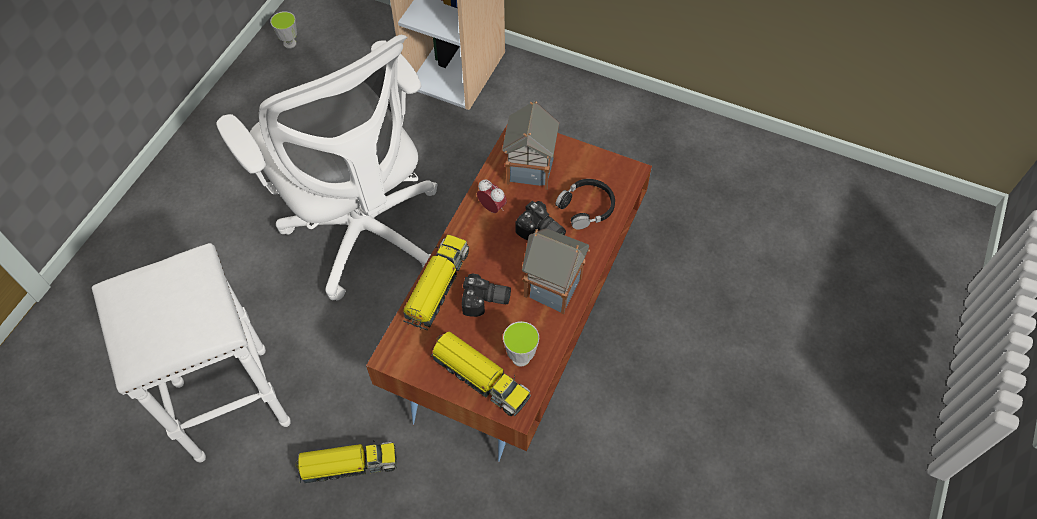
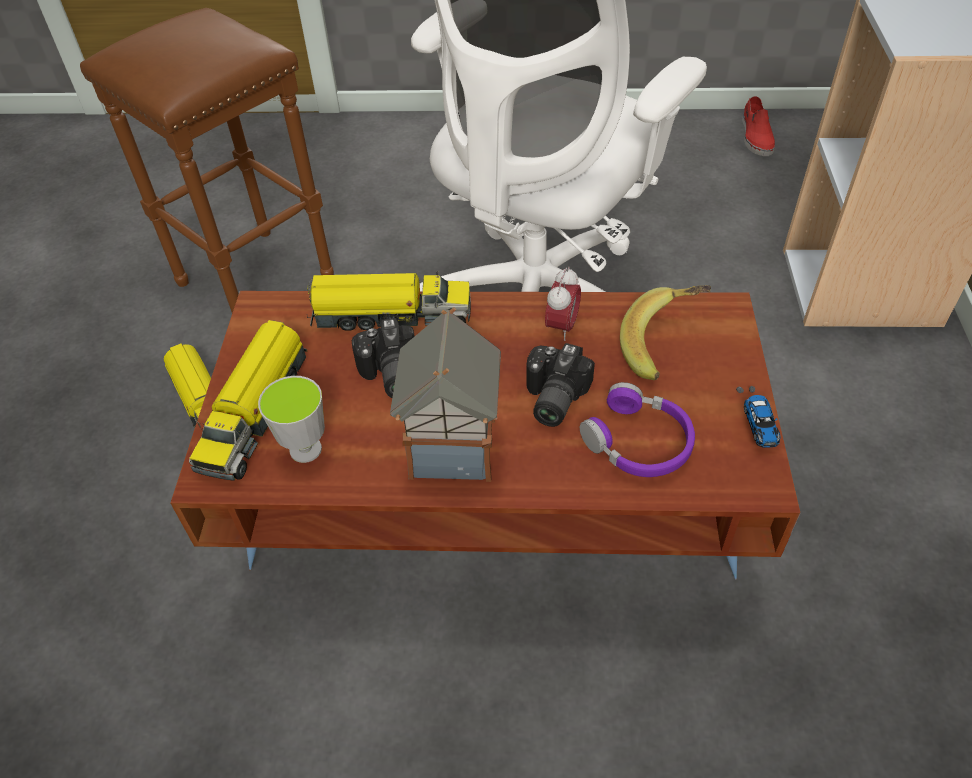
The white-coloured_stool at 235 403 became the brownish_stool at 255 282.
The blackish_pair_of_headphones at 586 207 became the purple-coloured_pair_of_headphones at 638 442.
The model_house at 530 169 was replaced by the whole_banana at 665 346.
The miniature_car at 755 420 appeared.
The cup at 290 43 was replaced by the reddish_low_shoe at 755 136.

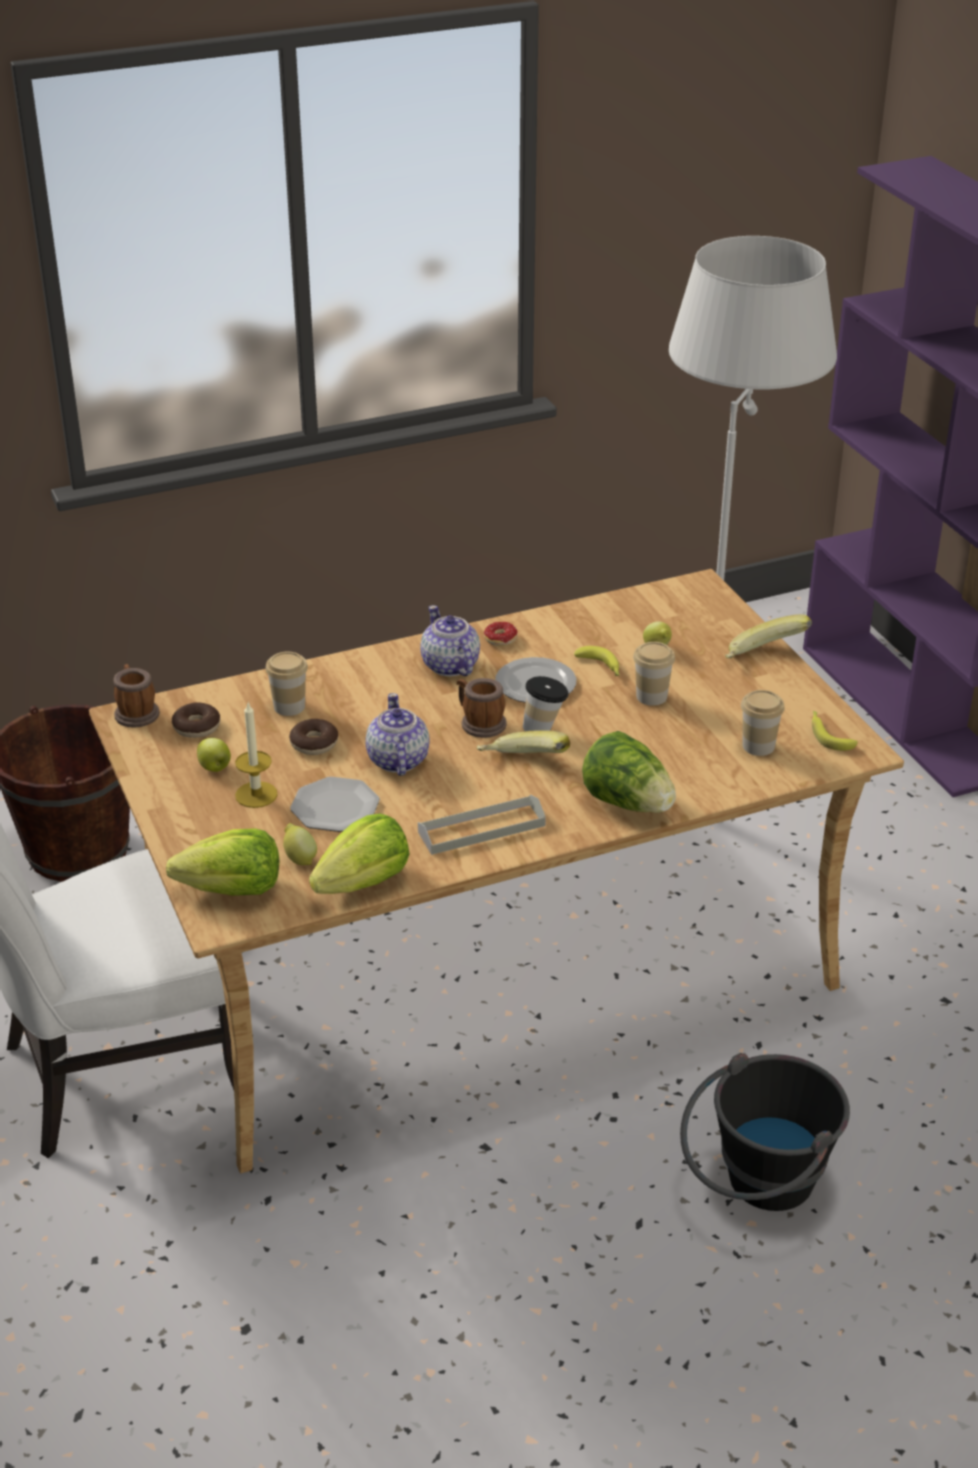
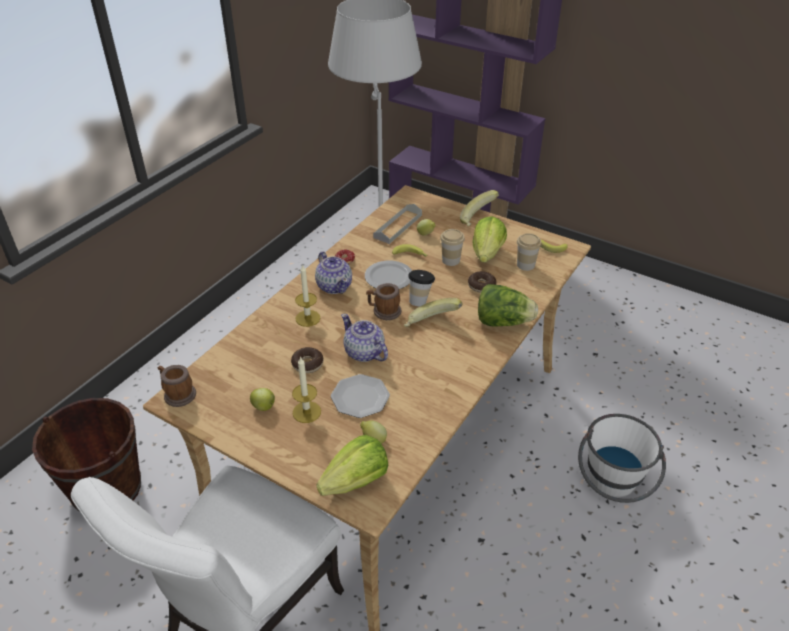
The wax_candle at 308 318 appeared.
The tea_pot at 450 666 turned 150 degrees counterclockwise.
The gray_tray moved from 481 829 to 398 226.
The doughnut moved from 196 727 to 481 286.
The lettuce moved from 364 883 to 487 253.
The blackish_water_bucket at 757 1187 became the white-coloured_water_bucket at 612 486.
The cup at 289 706 disappeared.

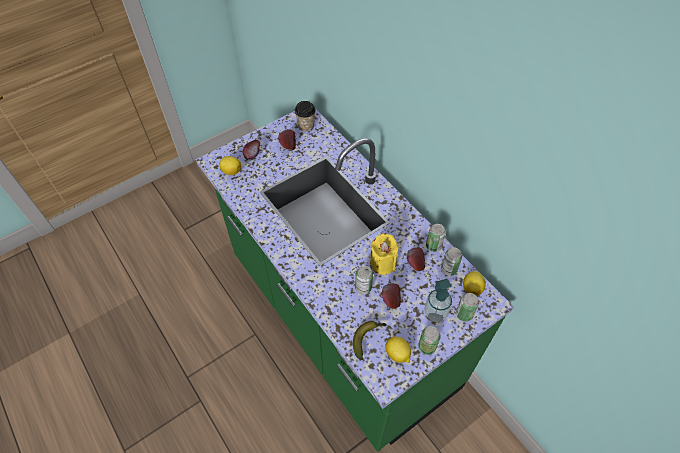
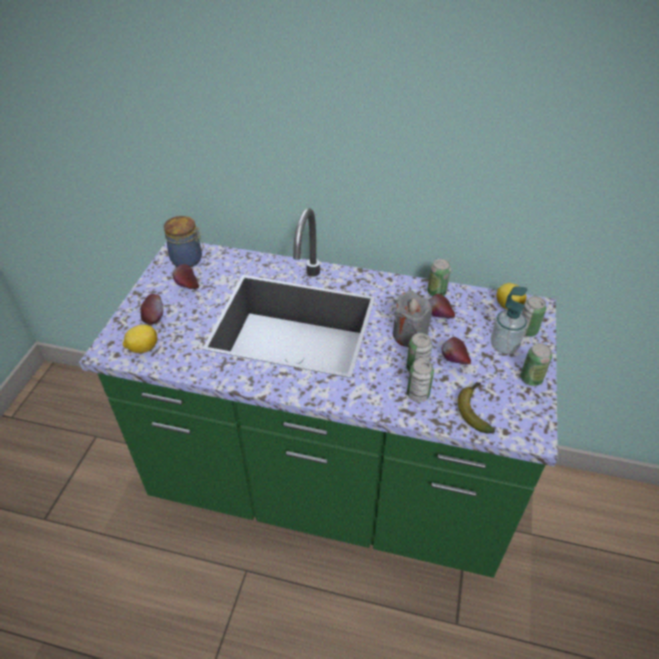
The cup at 306 126 was replaced by the storage_jar at 188 259.
The yellow_wax_candle at 382 263 became the gray_wax_candle at 409 335.
The sealed_can moved from 448 269 to 417 394.
The citrus_fruit at 397 354 disappeared.

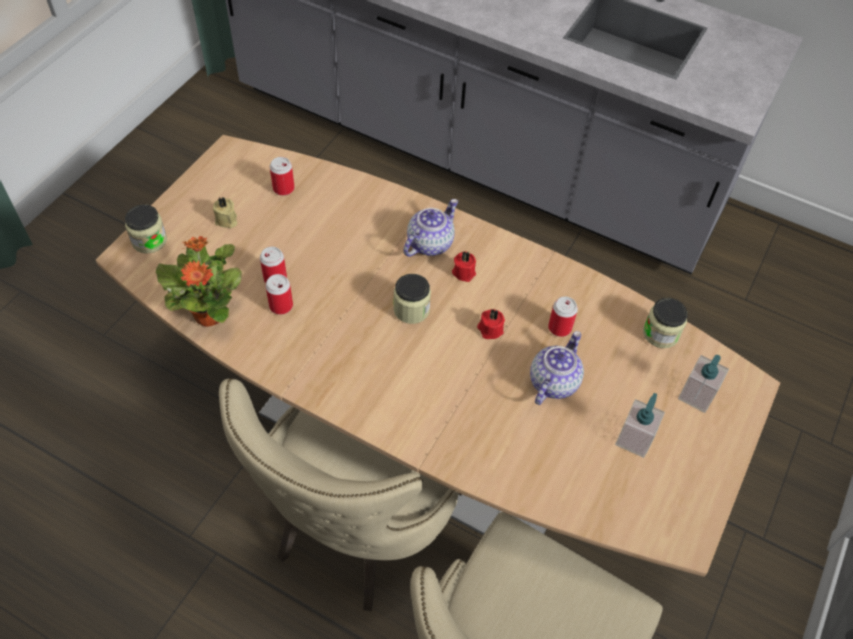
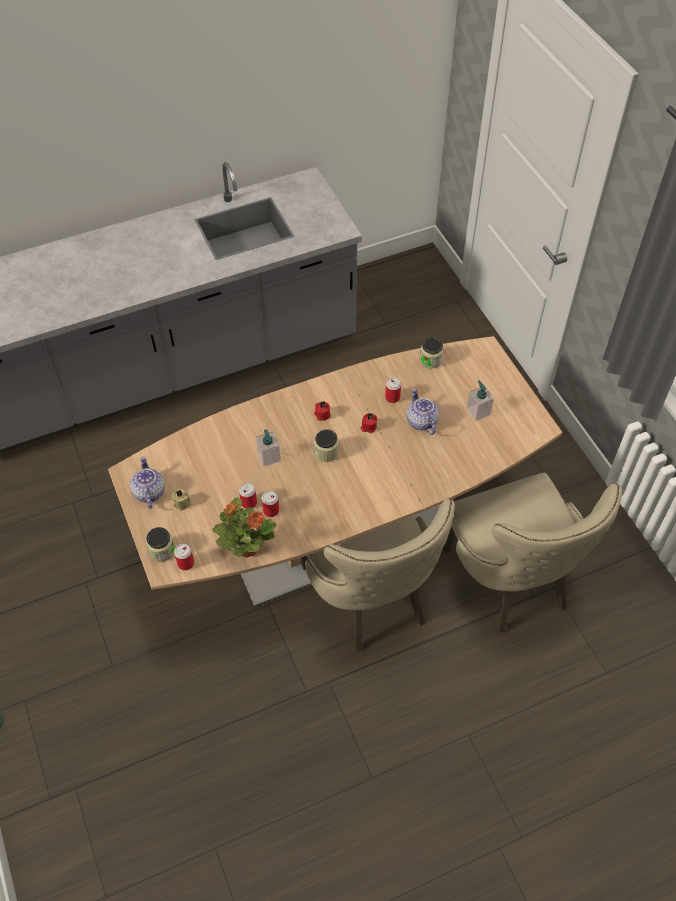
The tea_pot moved from 429 243 to 149 492.
The sealed_can moved from 283 188 to 186 563.
The soap_dispenser moved from 696 395 to 269 457.

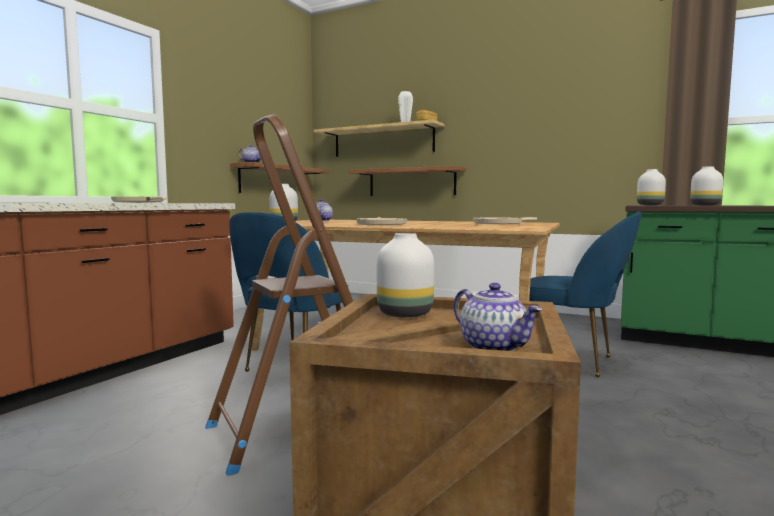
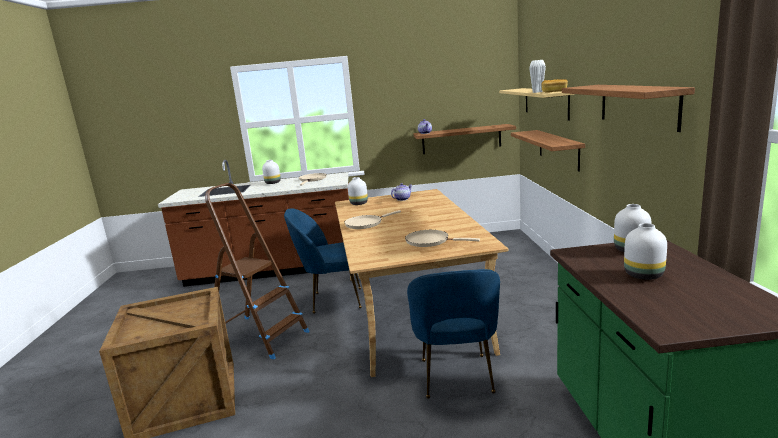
The white-coloured_decorative_vase moved from 405 314 to 273 183.
The bracket_shelf at 637 105 appeared.
The tea_pot at 495 347 disappeared.

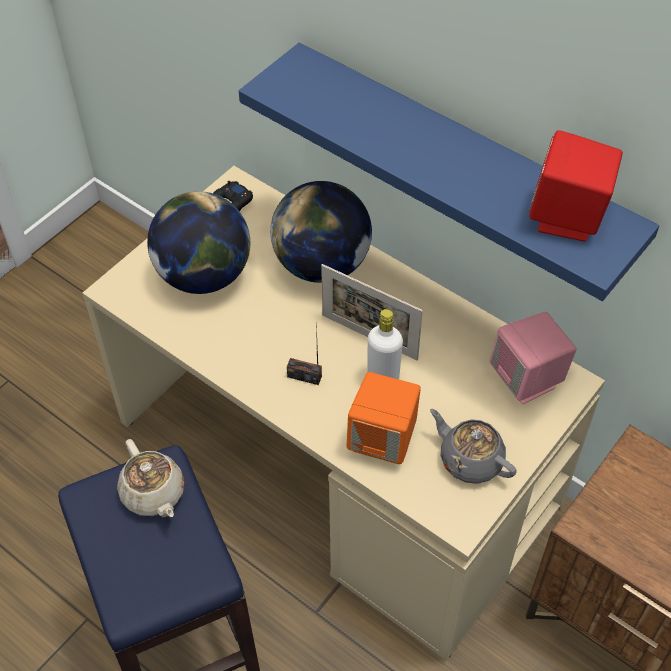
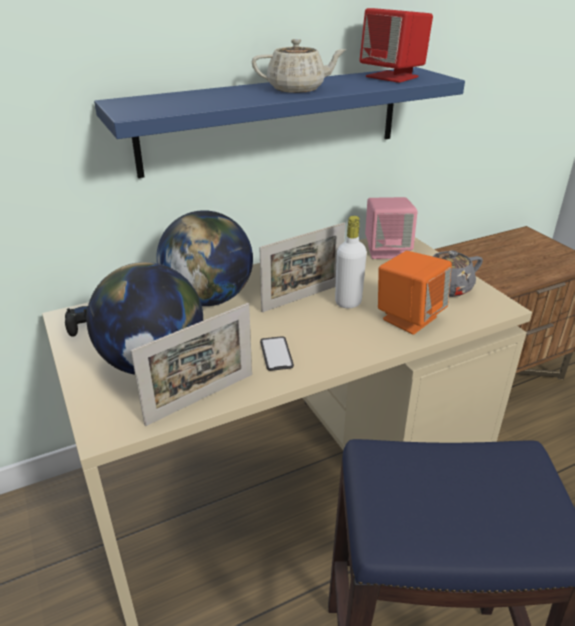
The photo_frame at 201 398 appeared.
The beige_tea_pot moved from 153 494 to 297 89.
The telephone at 276 354 appeared.
The radio_set at 304 376 disappeared.

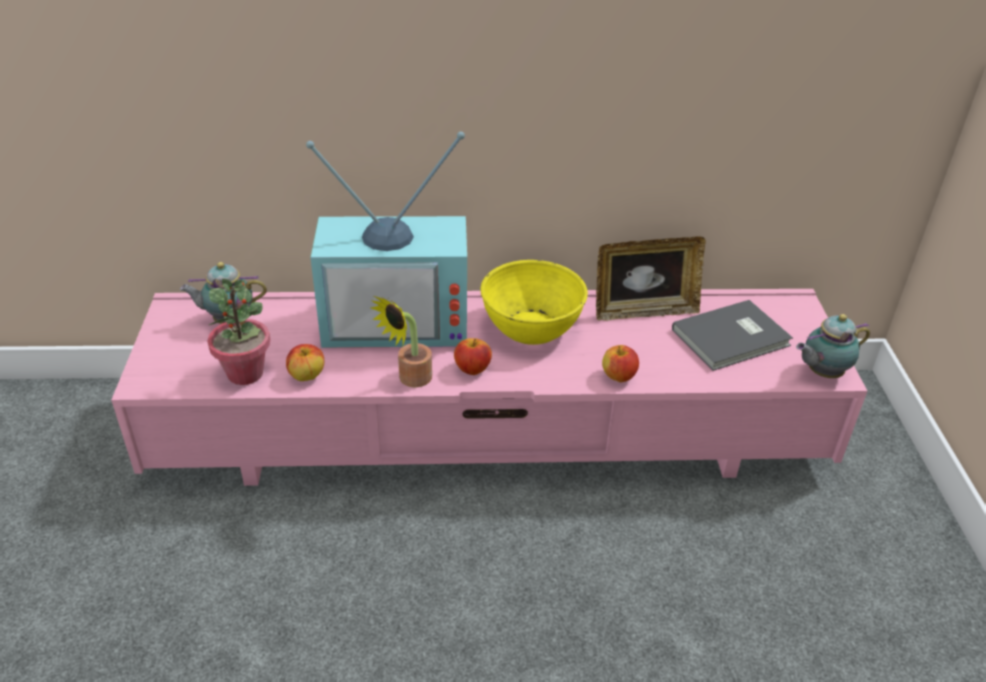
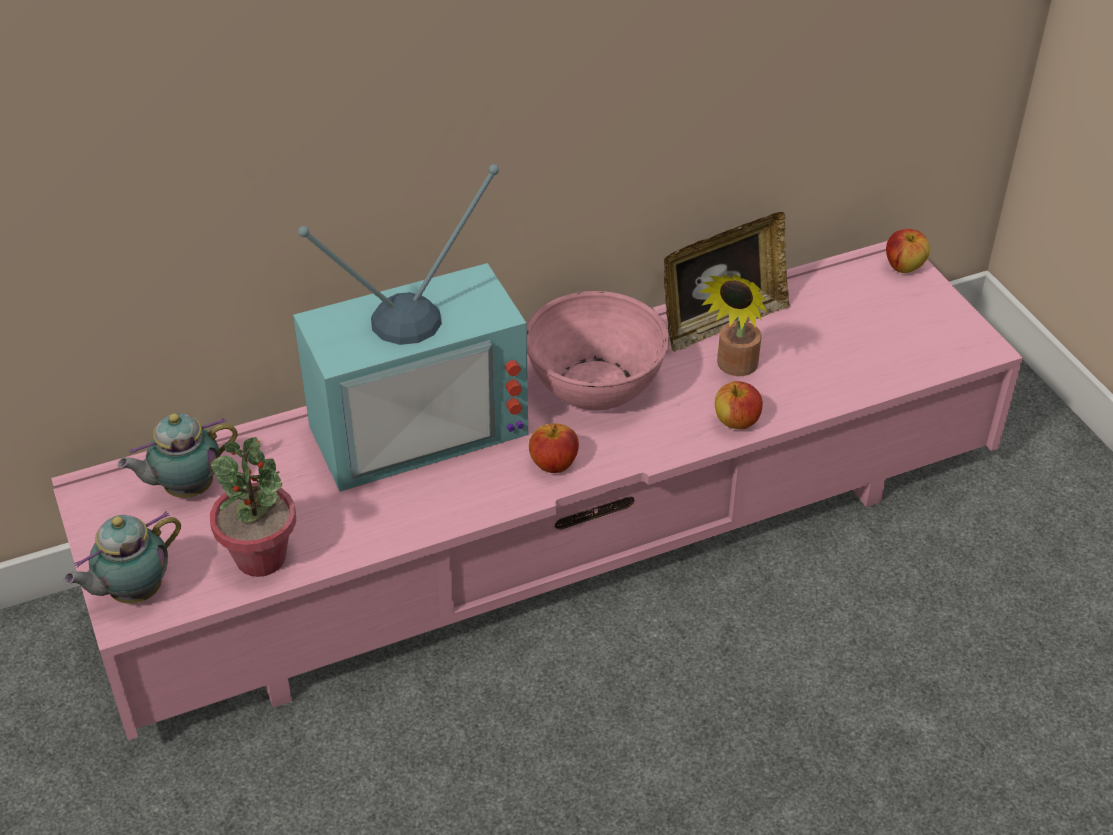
The tea_pot moved from 822 373 to 133 593.
The yellow_deep_dish at 532 327 became the pink-coloured_deep_dish at 596 385.
The houseplant moved from 410 380 to 734 368.
The whole_apple moved from 307 376 to 904 266.
The gray_volume at 733 338 disappeared.

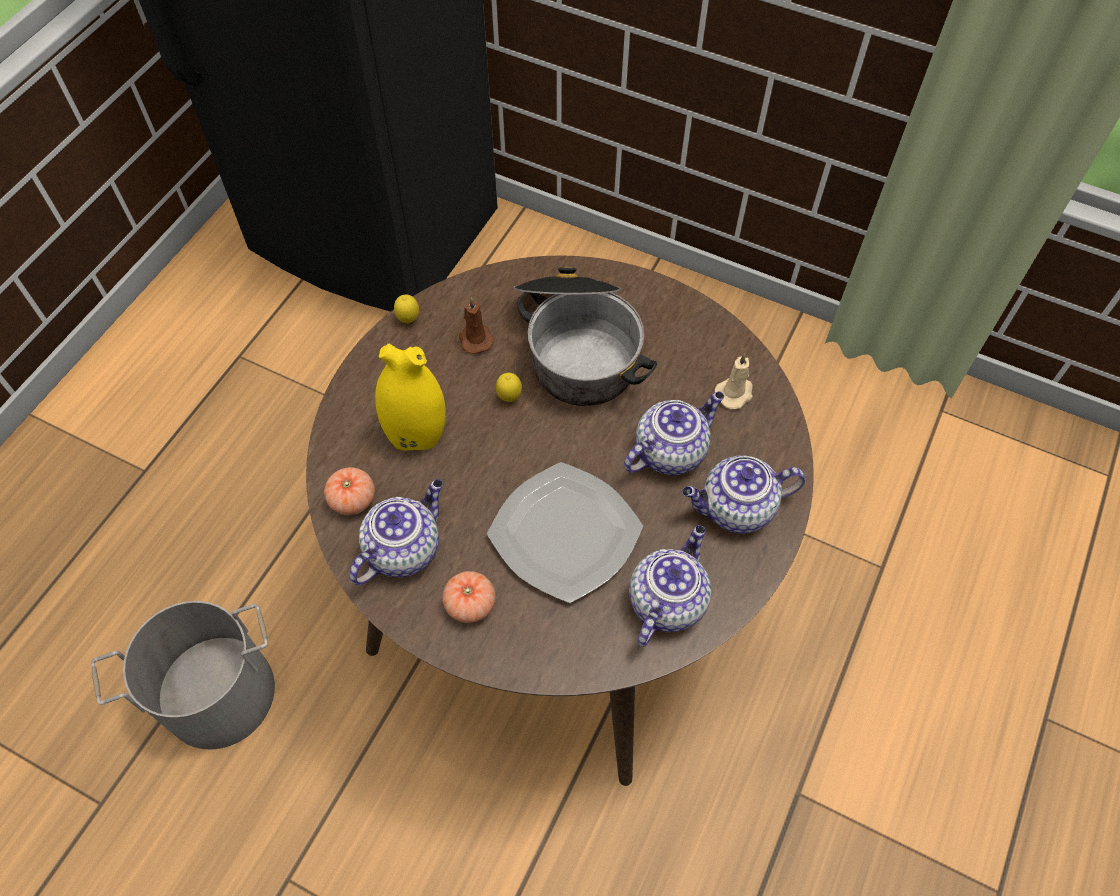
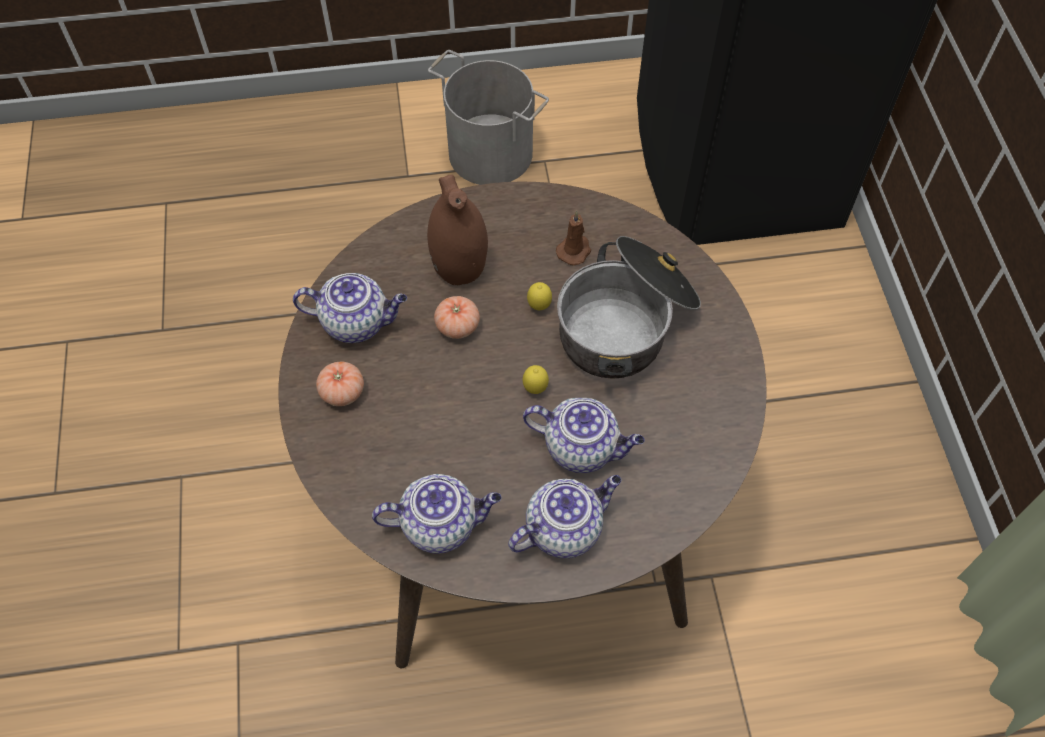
The yellow_decorative_vase at 416 431 became the brownish_decorative_vase at 459 267.
The gray_water_bucket moved from 218 692 to 491 152.
The fresh_tomato moved from 352 499 to 457 326.
The tea_pot at 735 509 turned 105 degrees clockwise.
The citrus_fruit moved from 408 320 to 535 389.
The plate at 565 535 disappeared.
The beige_wax_candle at 735 393 disappeared.

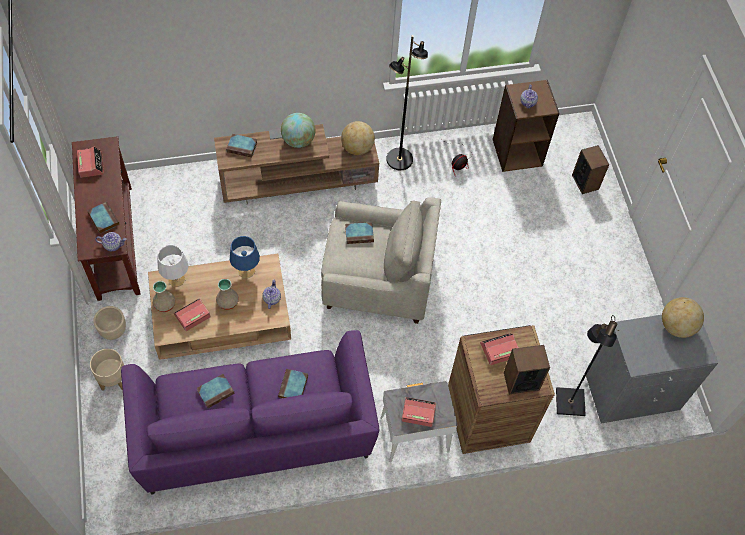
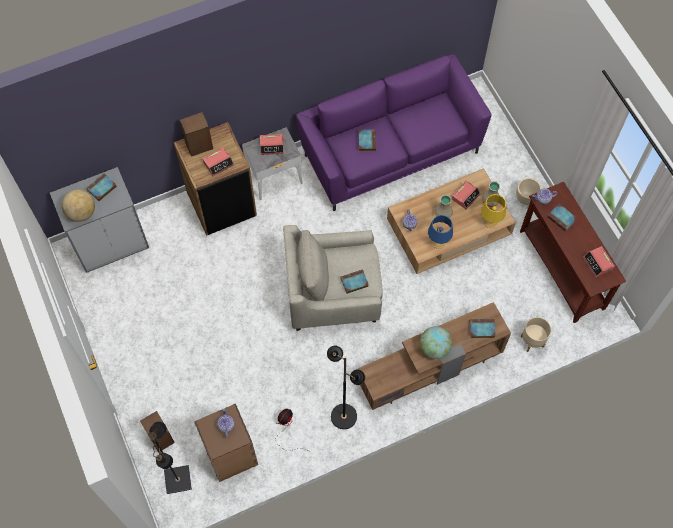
The volume moved from 216 391 to 101 189.
The blackish_floor_lamp moved from 570 402 to 177 479.
The white-coloured_lamp_for_a_table at 176 279 became the yellow_lamp_for_a_table at 490 222.
The beige_plant_pot moved from 113 380 to 532 341.
The globe at 357 148 disappeared.

